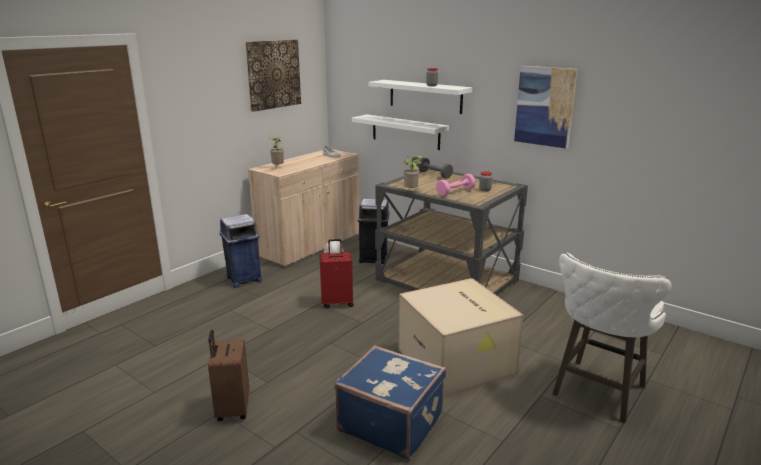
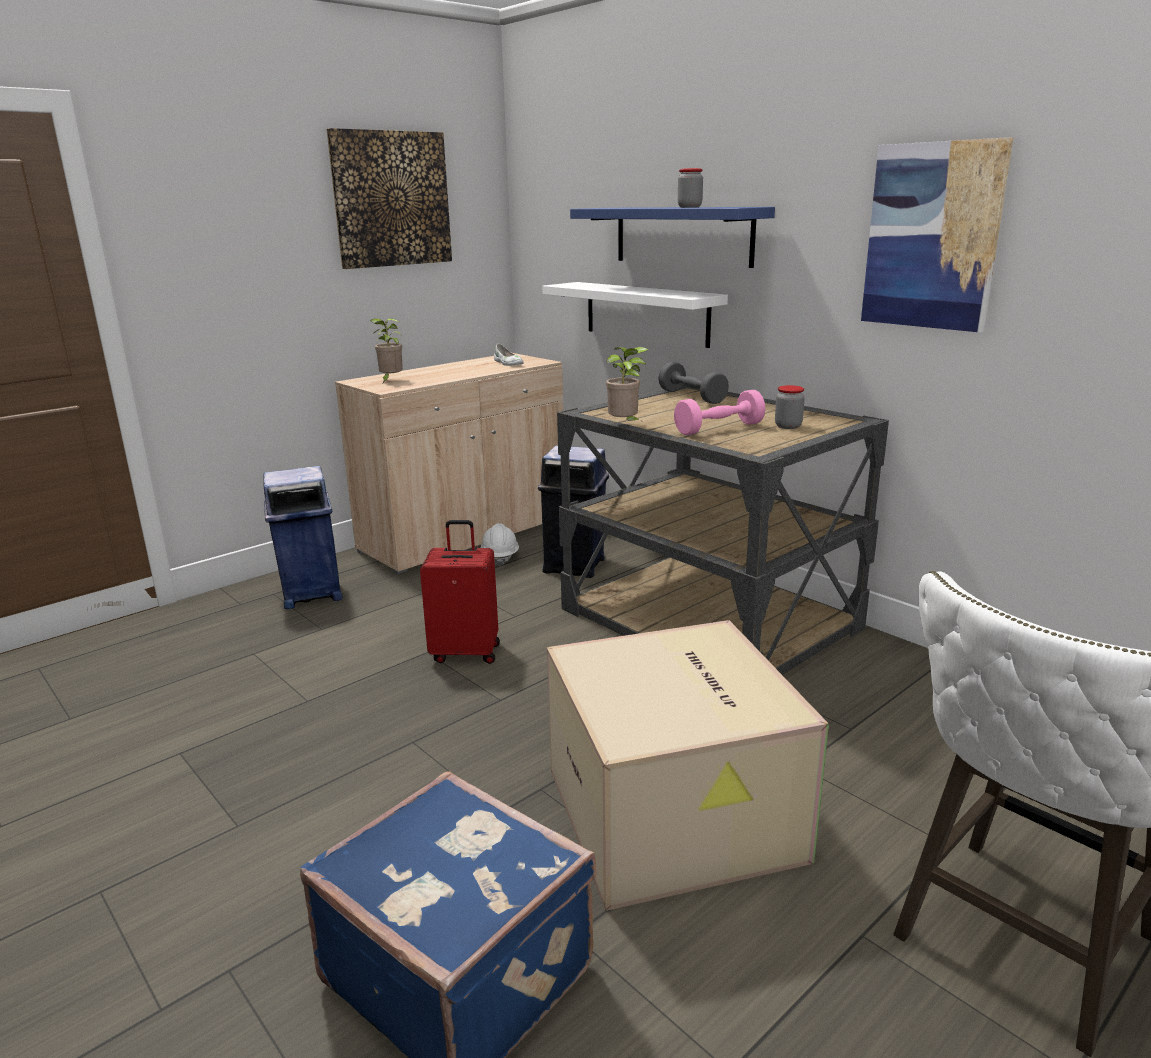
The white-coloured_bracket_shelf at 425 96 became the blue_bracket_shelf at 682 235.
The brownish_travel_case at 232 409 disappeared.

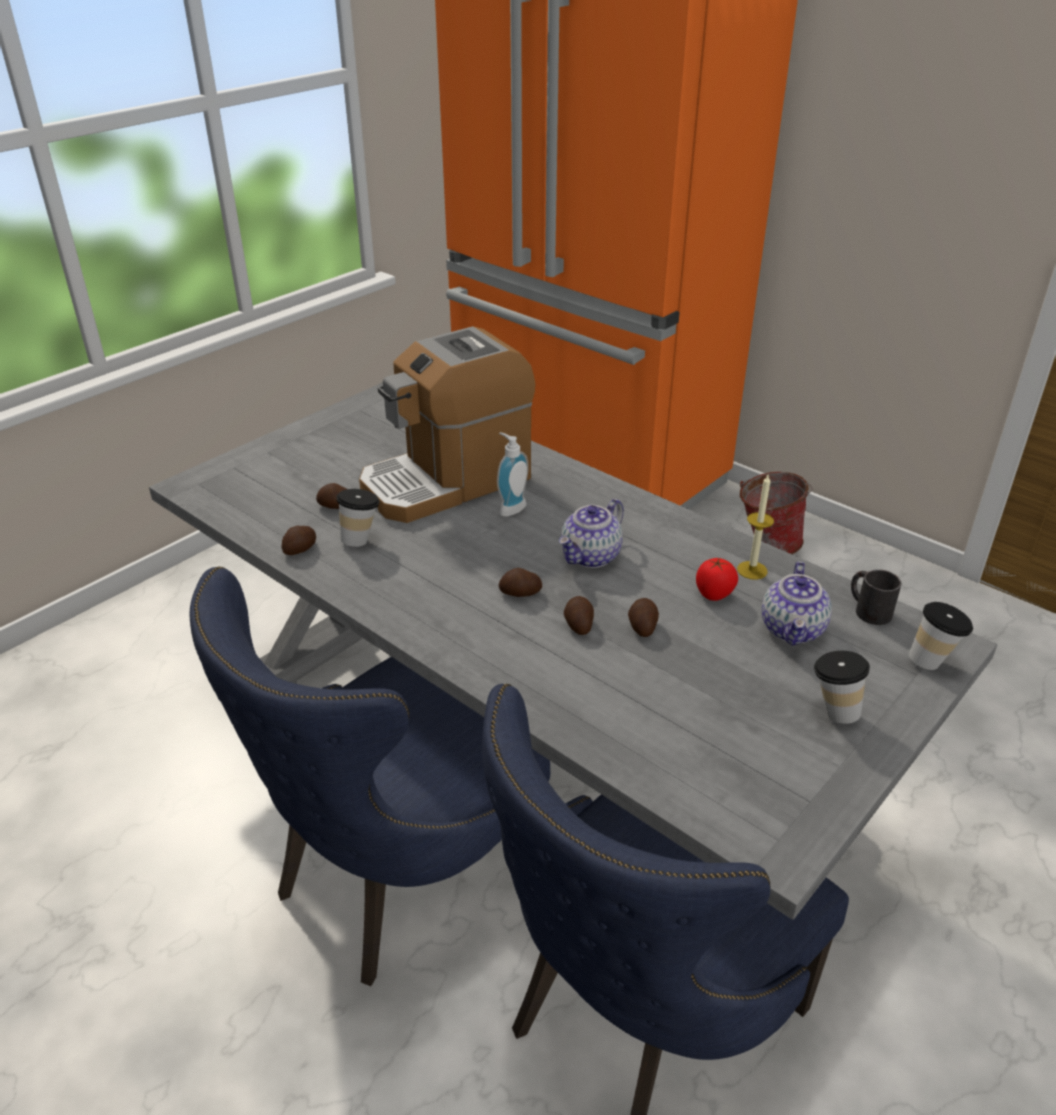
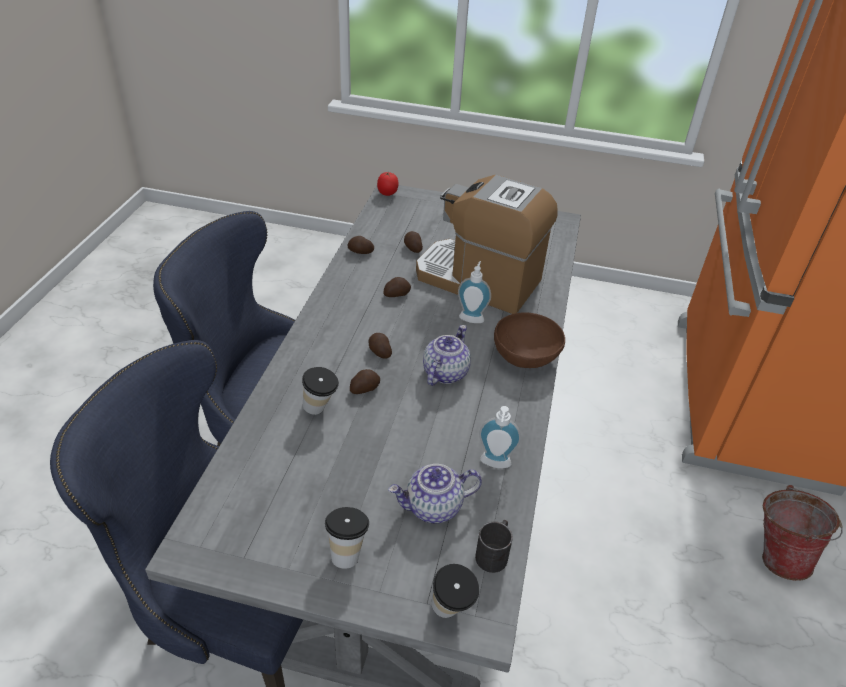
The cup moved from 361 539 to 321 409.
The fresh_tomato moved from 714 595 to 387 194.
The spud moved from 642 626 to 396 294.
The tea_pot at 591 556 turned 105 degrees clockwise.
The wax_candle at 752 570 was replaced by the soap_dispenser at 495 464.
The brownish_deep_dish at 526 356 appeared.

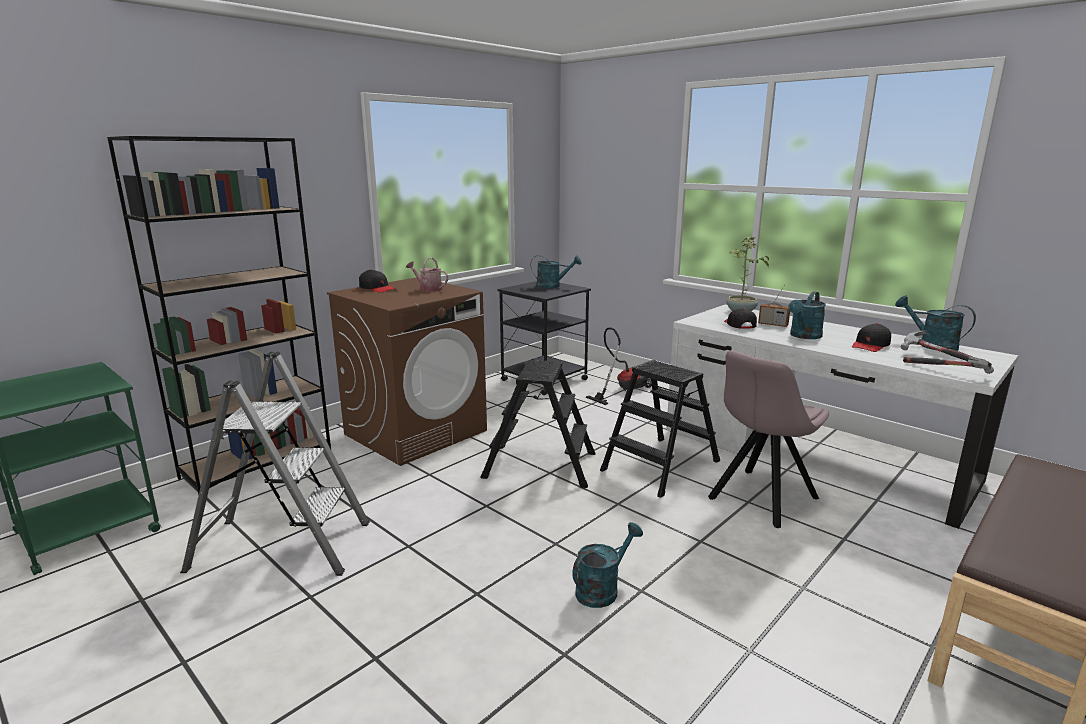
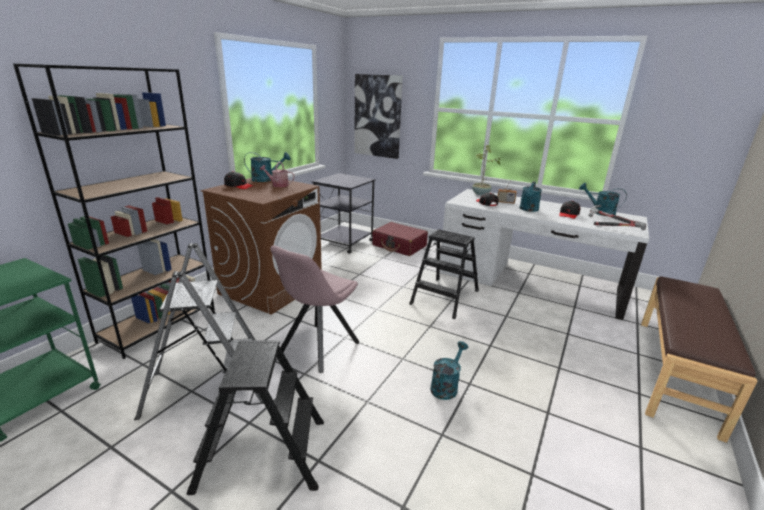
The blackish_step_ladder moved from 540 465 to 261 454.
The turquoise_watering_pot moved from 553 286 to 266 179.
The pink-coloured_upright_chair moved from 761 498 to 318 347.
The picture at 377 116 appeared.
The hoover at 624 389 was replaced by the reddish_travel_case at 399 246.

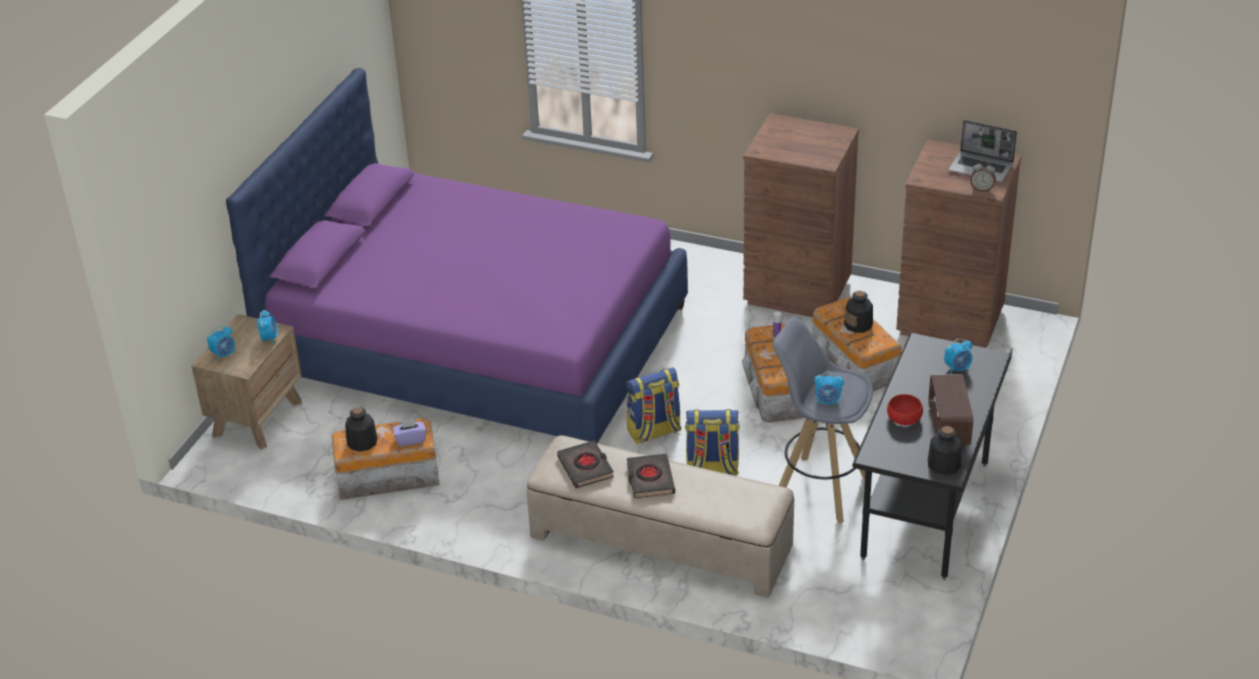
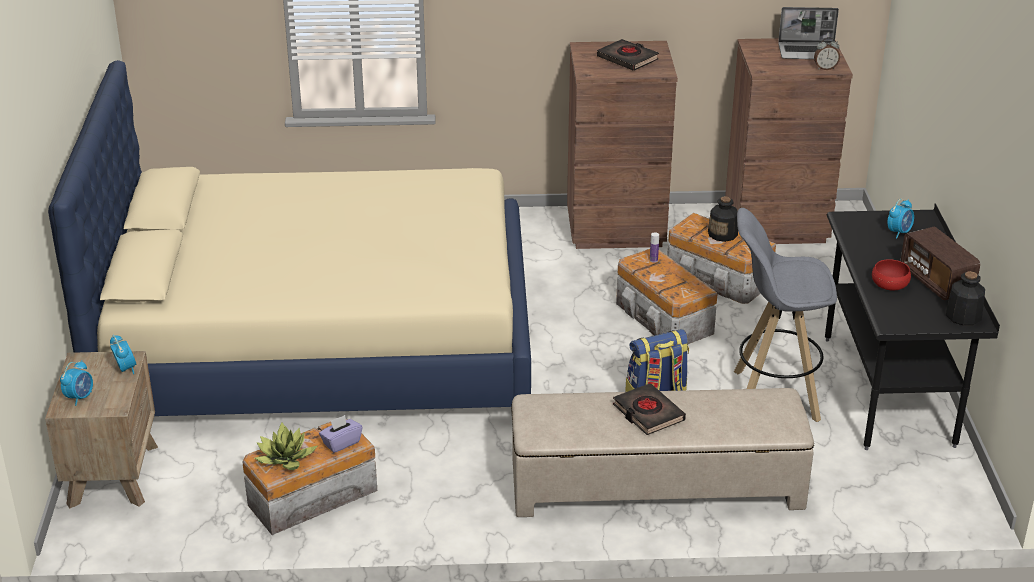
The purple-coloured_bedroom_bed at 476 341 became the beige_bedroom_bed at 318 341.
The beverage_bottle at 362 442 was replaced by the houseplant at 286 459.
The blackish_volume moved from 586 467 to 627 59.
The backpack at 654 432 disappeared.
The alarm_clock at 828 401 disappeared.

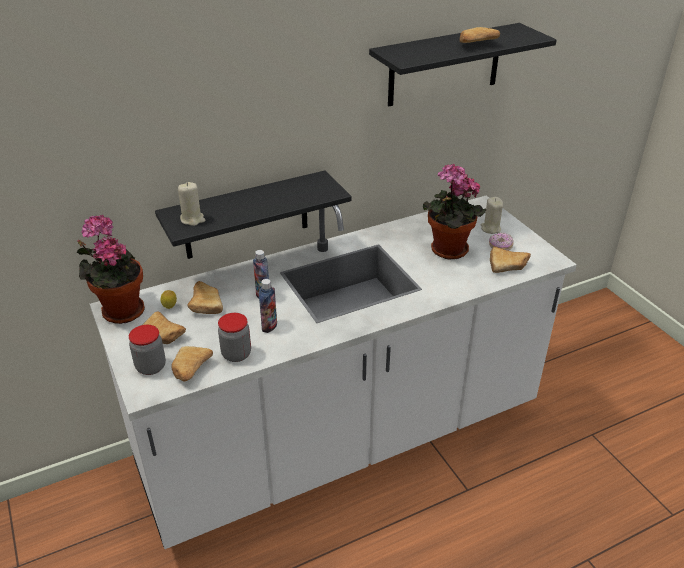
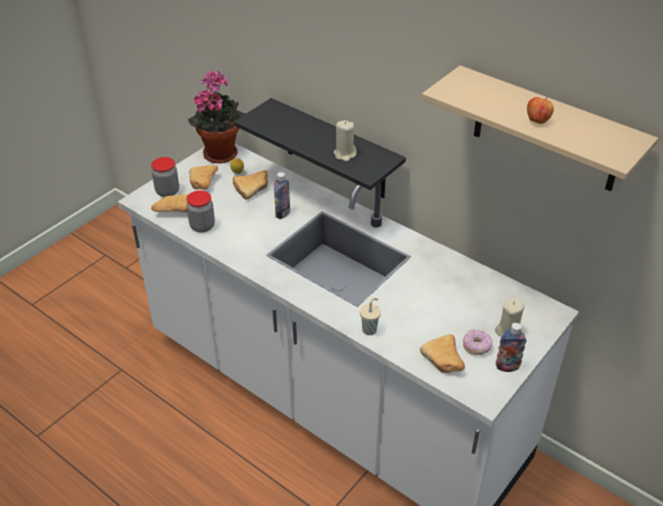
The beige_wax_candle moved from 192 219 to 345 154.
The beige_cup at 370 329 appeared.
The blackish_bracket_shelf at 444 65 became the beige_bracket_shelf at 546 131.
The beverage_bottle moved from 269 326 to 507 366.
The baked_bread at 474 45 was replaced by the whole_apple at 537 121.
The houseplant at 447 251 disappeared.

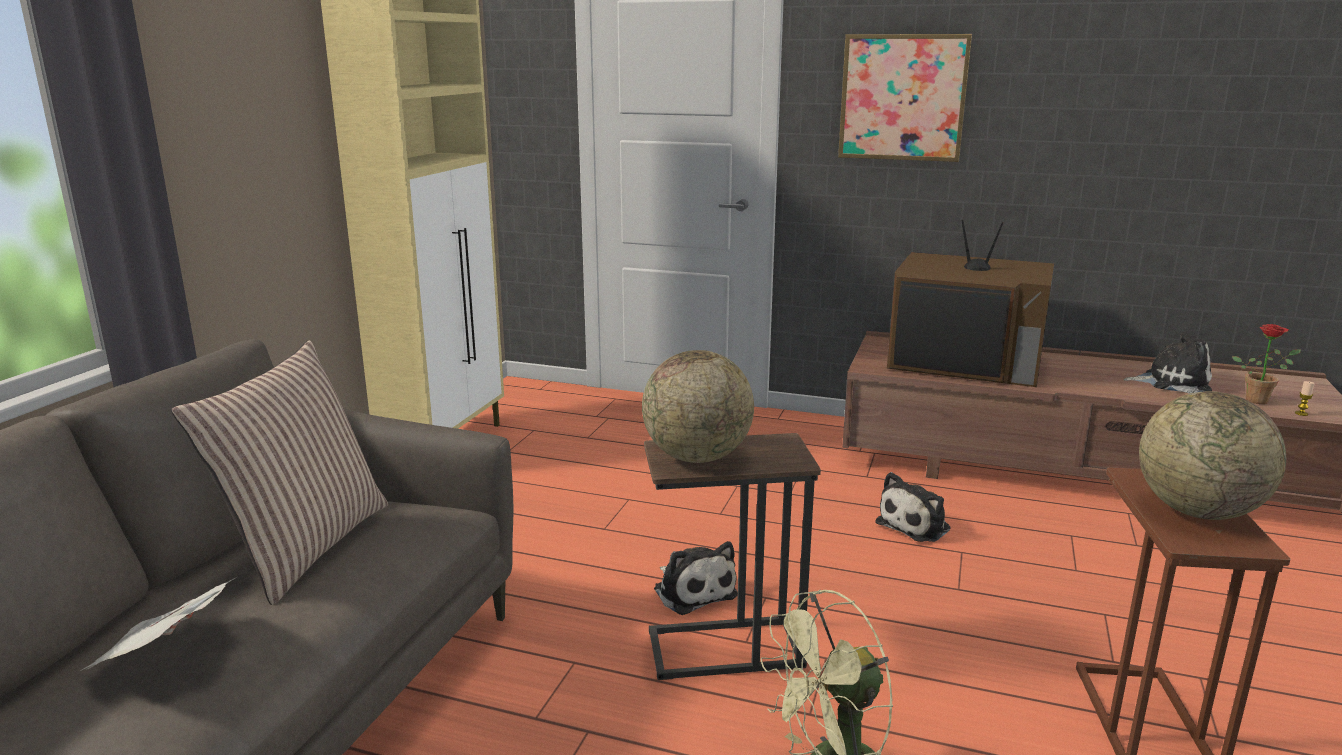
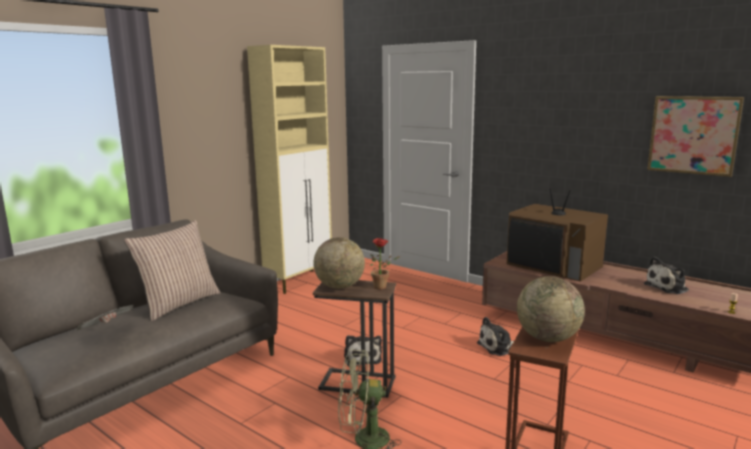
The houseplant moved from 1259 400 to 383 287.
The cuddly_toy at 1172 382 turned 120 degrees clockwise.
The picture moved from 903 97 to 693 135.

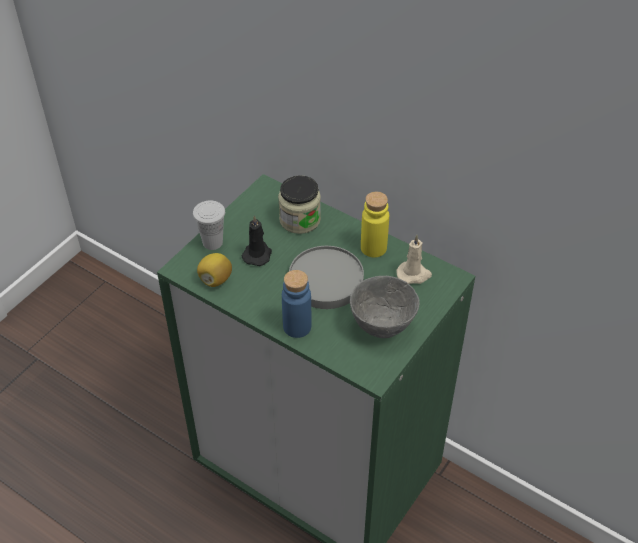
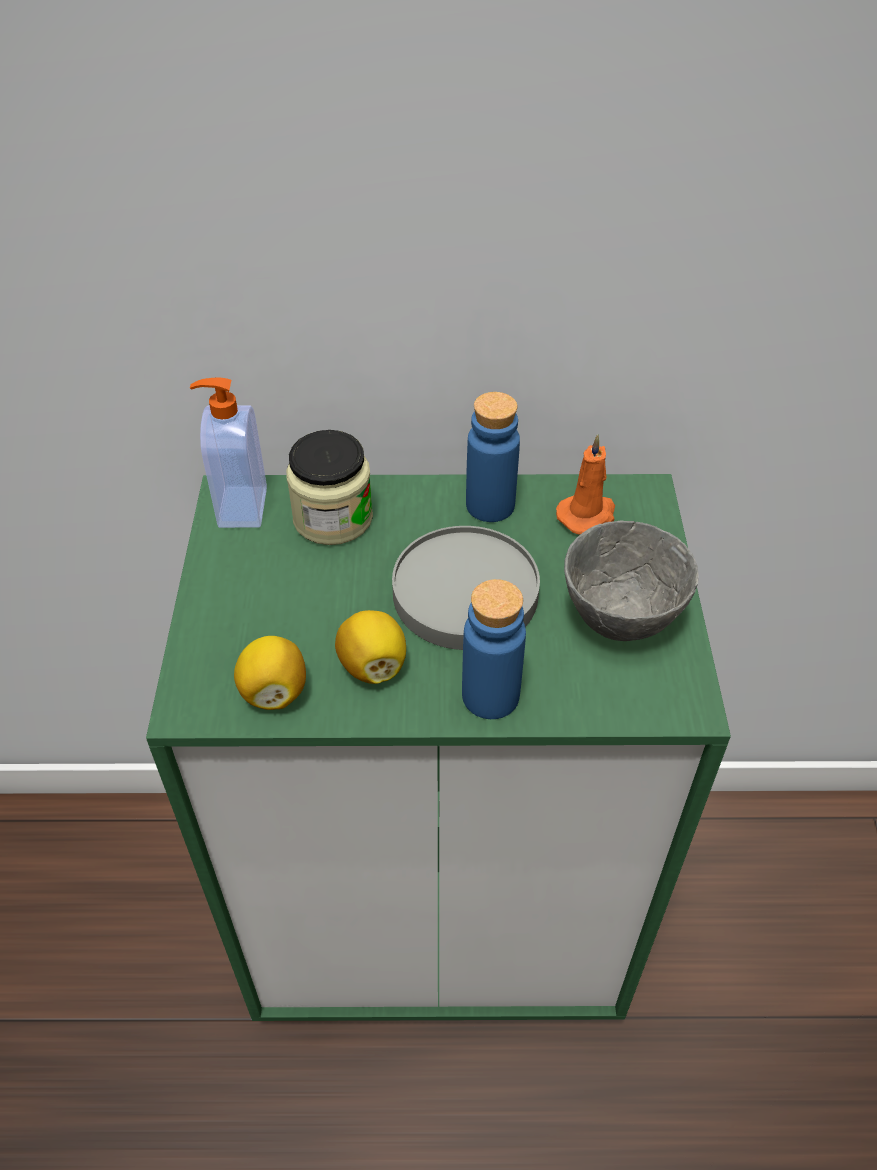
The soap_dispenser at 240 507 appeared.
The citrus_fruit at 373 665 appeared.
The yellow_beverage_bottle at 373 248 became the blue_beverage_bottle at 490 505.
The beige_wax_candle at 414 274 became the orange_wax_candle at 587 515.
The white-coloured_cup at 212 242 disappeared.
The blackish_wax_candle at 257 254 disappeared.

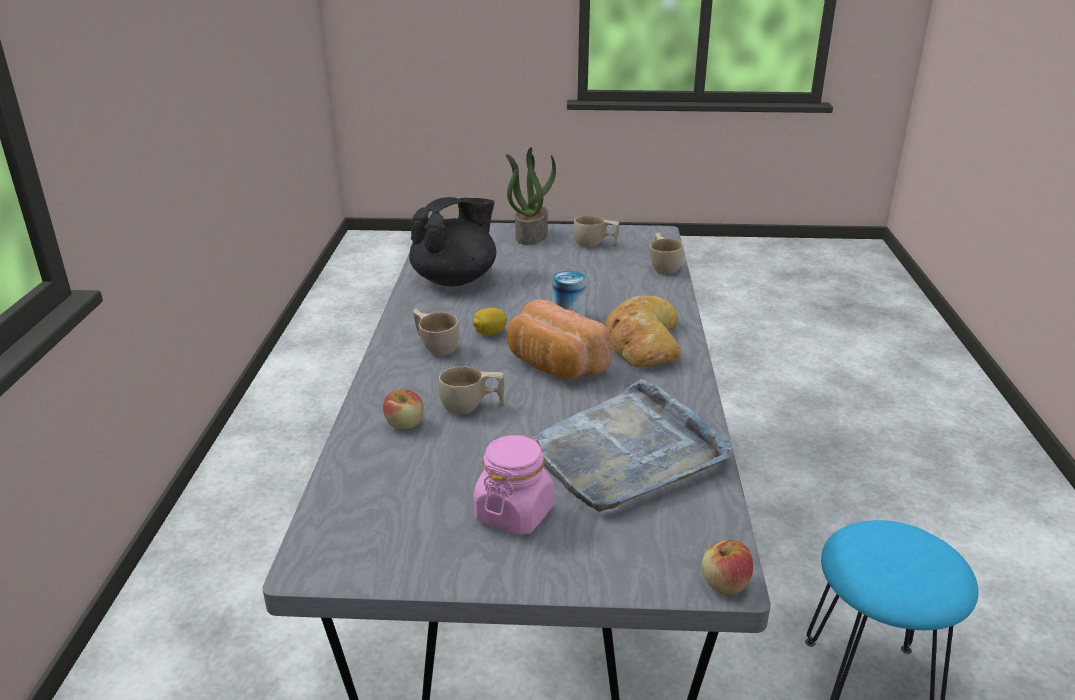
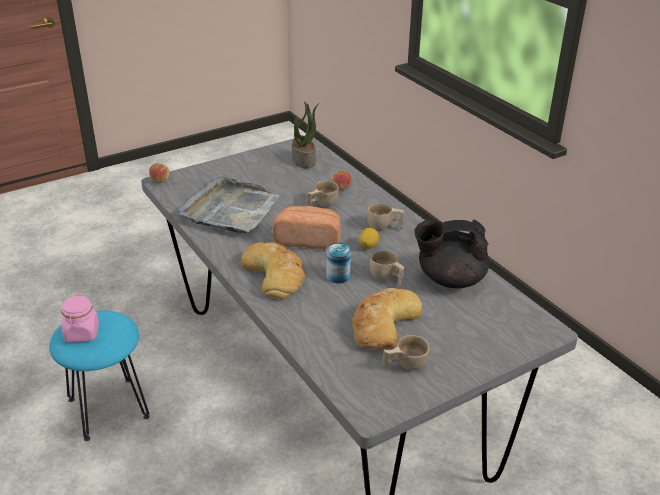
The pink-coloured_storage_jar moved from 514 513 to 82 333.
The houseplant moved from 531 235 to 304 160.
The baked_bread at 383 324 appeared.
The beige_cup moved from 664 266 to 386 279.
The blackish_tea_pot at 455 279 turned 75 degrees clockwise.

